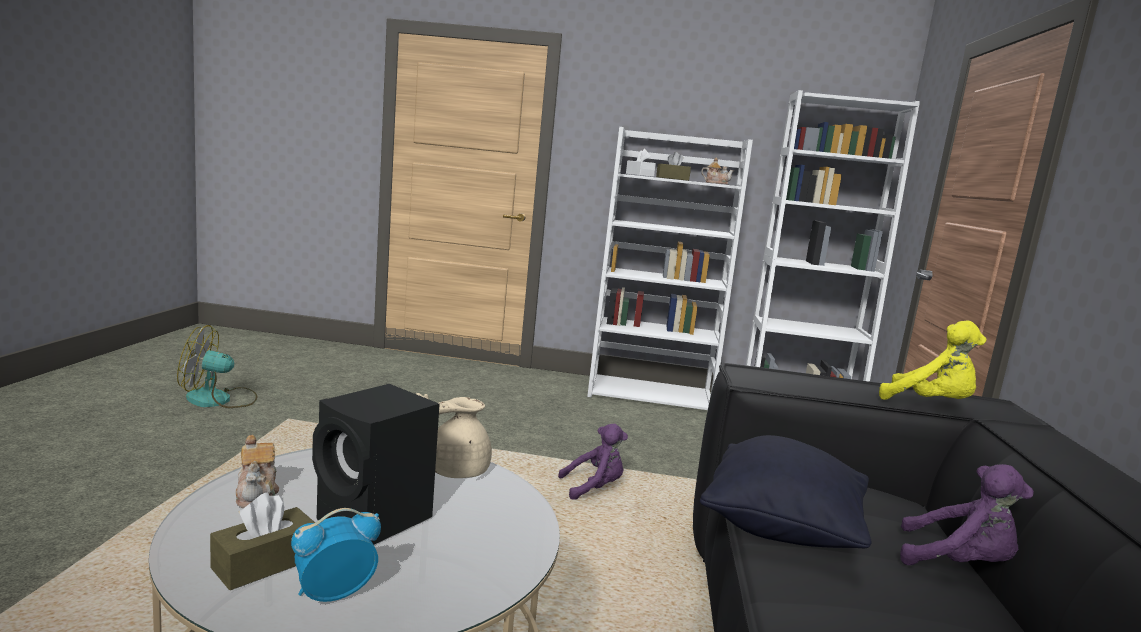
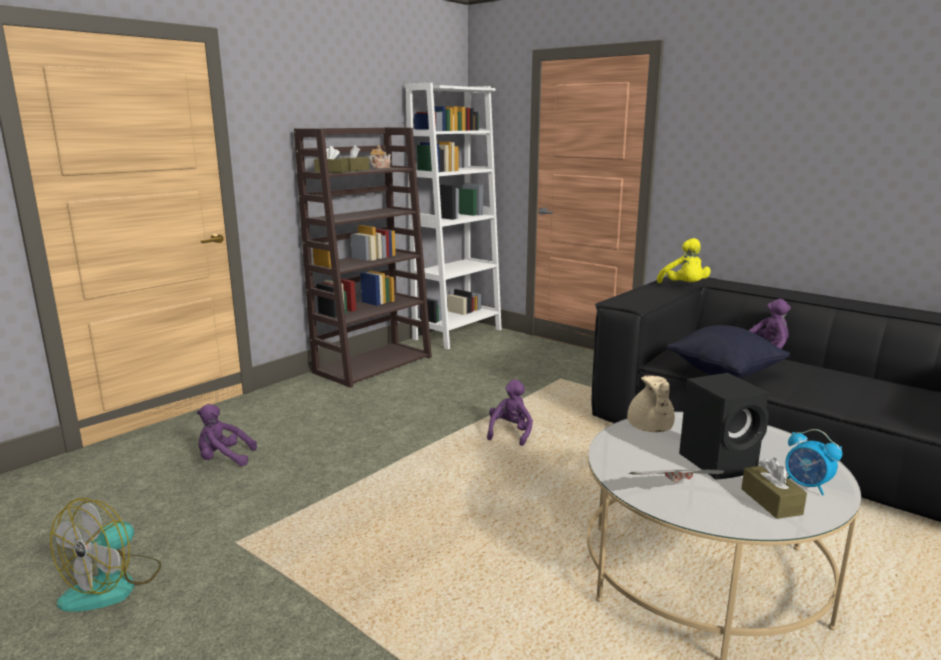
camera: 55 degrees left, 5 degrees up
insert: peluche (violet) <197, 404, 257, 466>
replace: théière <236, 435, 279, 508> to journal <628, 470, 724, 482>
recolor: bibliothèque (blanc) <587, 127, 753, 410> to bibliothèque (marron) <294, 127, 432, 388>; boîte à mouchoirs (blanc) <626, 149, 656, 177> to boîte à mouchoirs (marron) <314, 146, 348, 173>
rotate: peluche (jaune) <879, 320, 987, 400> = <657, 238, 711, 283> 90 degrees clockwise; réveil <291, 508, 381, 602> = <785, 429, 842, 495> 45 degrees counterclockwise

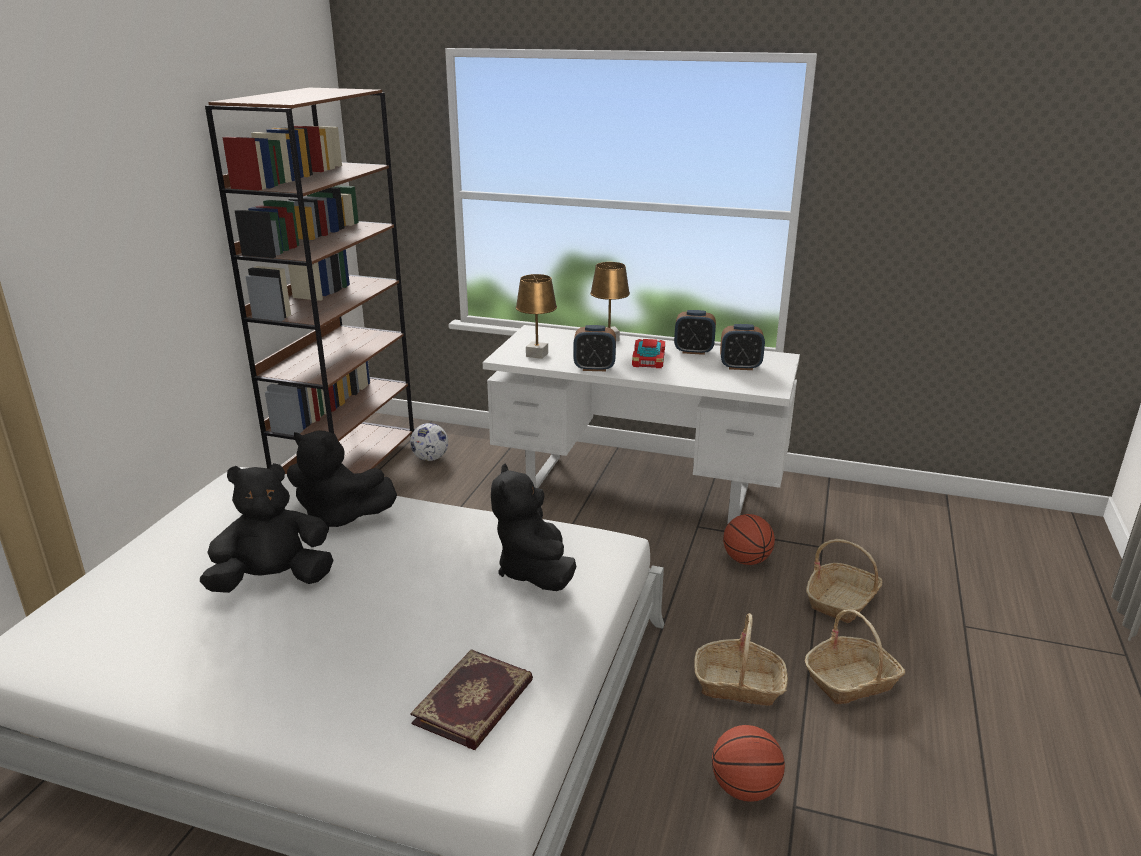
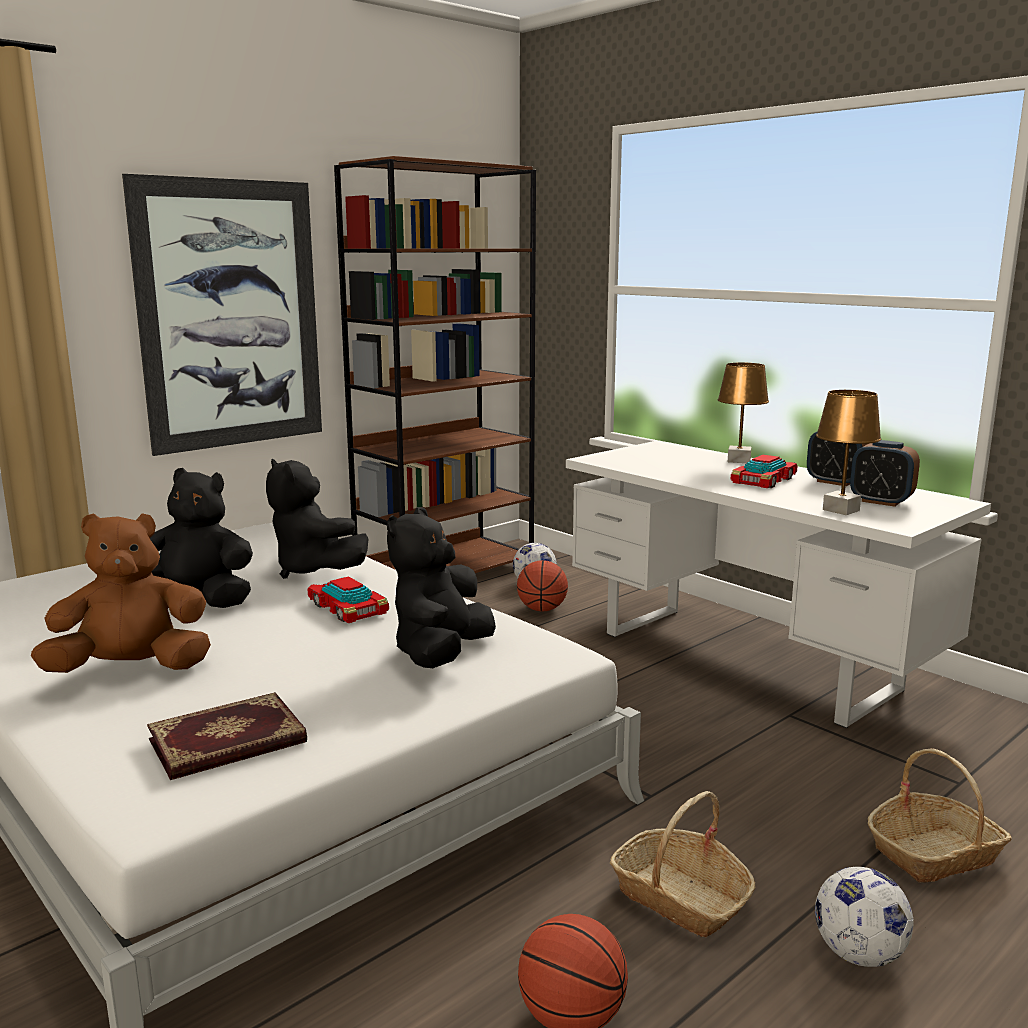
camera: 30 degrees right, 10 degrees down
delete: réveil <573, 325, 616, 371>
insert: peluche (marron) <31, 513, 211, 673>; tableau <122, 174, 322, 456>; petite voiture <308, 577, 389, 623>
move: ballon de basket <723, 514, 775, 565> to <517, 560, 568, 612>; lampe de table (marron) <516, 274, 557, 359> to <816, 390, 881, 515>
replace: panier <805, 609, 906, 704> to ballon de foot <815, 867, 914, 967>

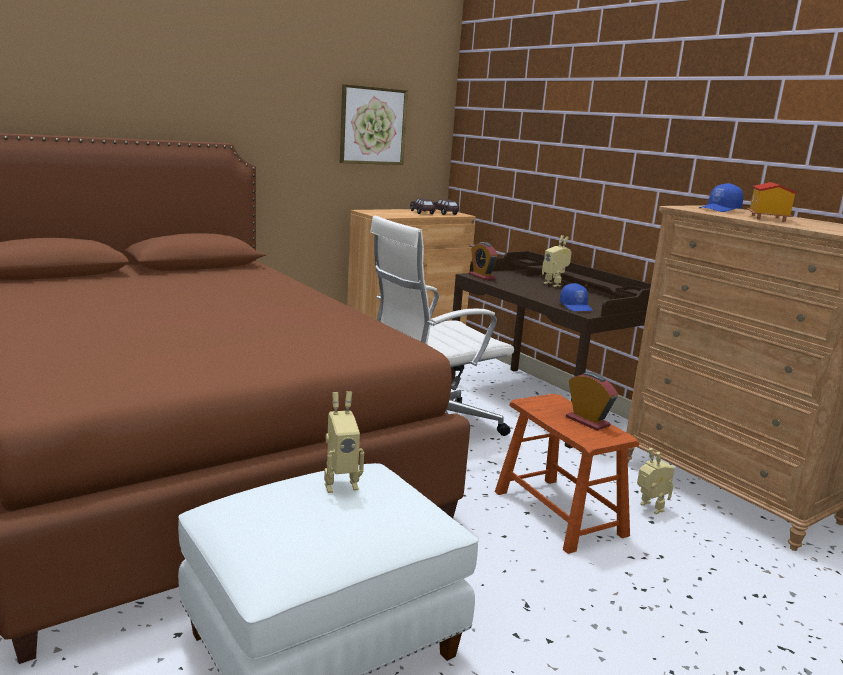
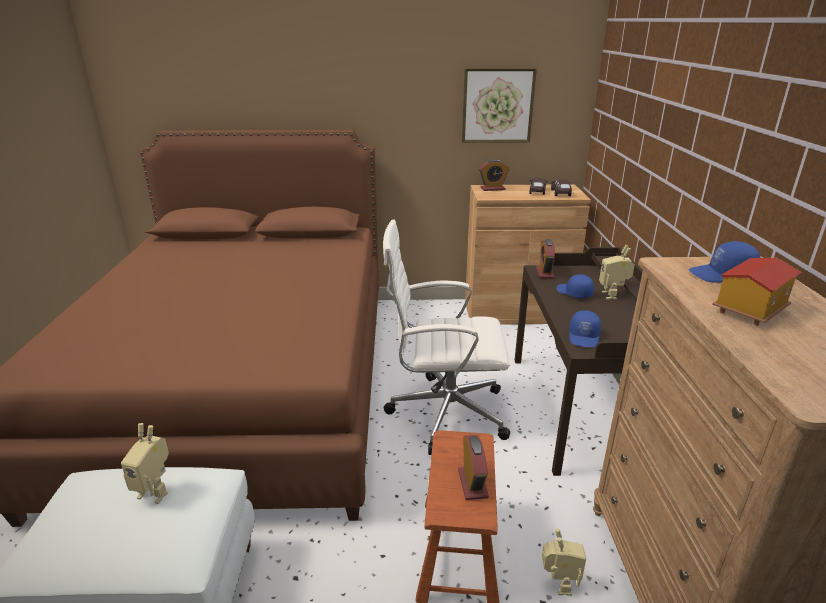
camera: 35 degrees right, 10 degrees up
insert: réveil <479, 159, 509, 191>; casquette (bleu) <557, 274, 594, 298>

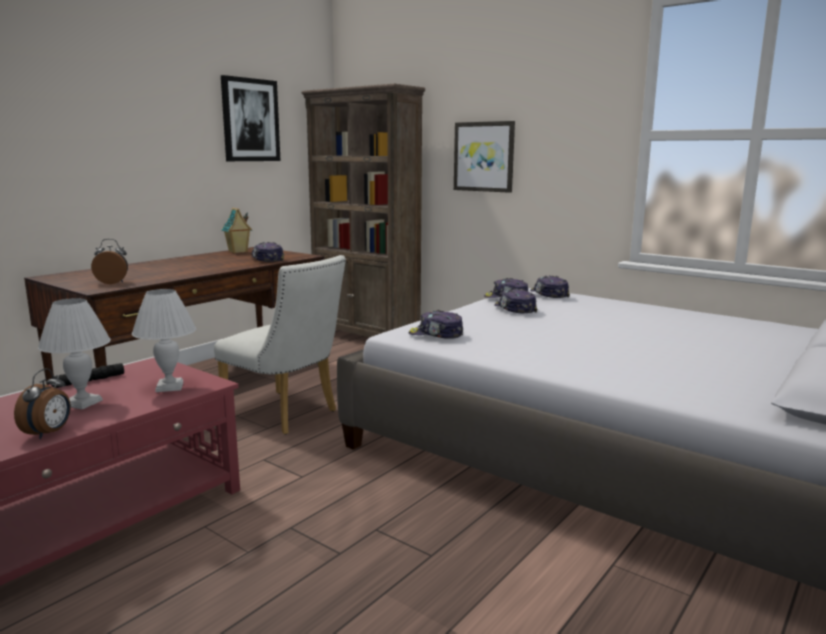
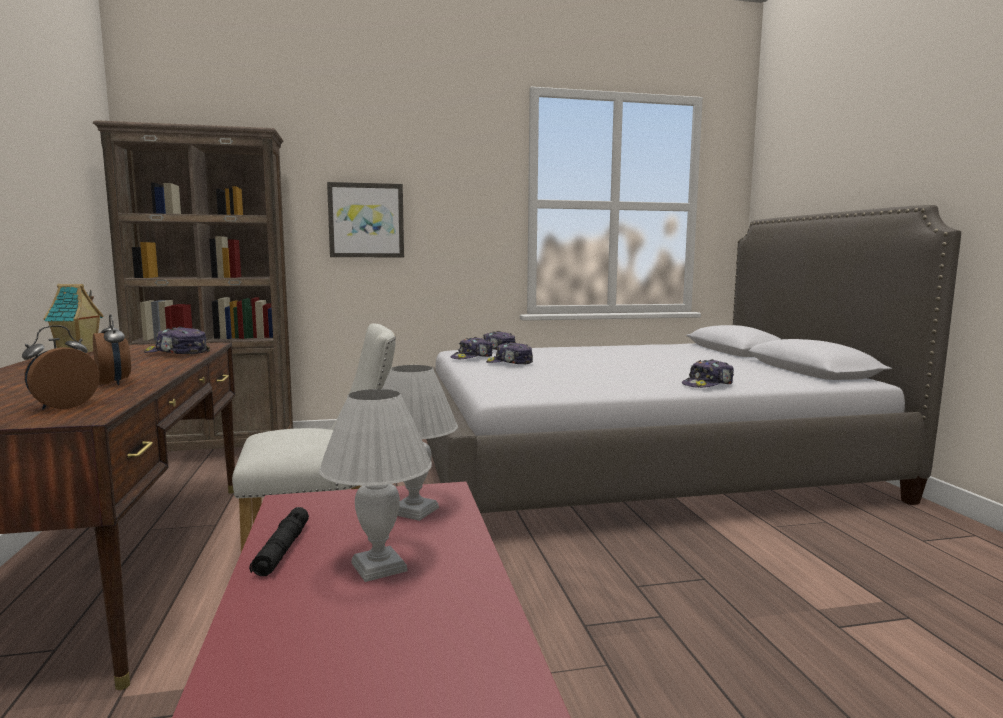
camera: 50 degrees left, 5 degrees down
delete: tableau <221, 75, 280, 161>
move: réveil <14, 368, 71, 439> to <93, 314, 131, 385>; casquette <409, 310, 463, 338> to <682, 359, 734, 388>

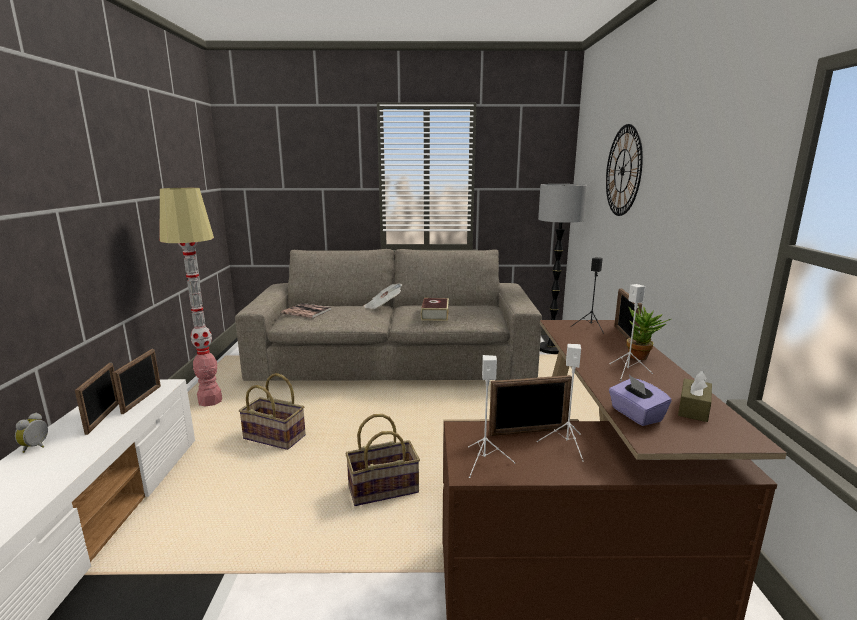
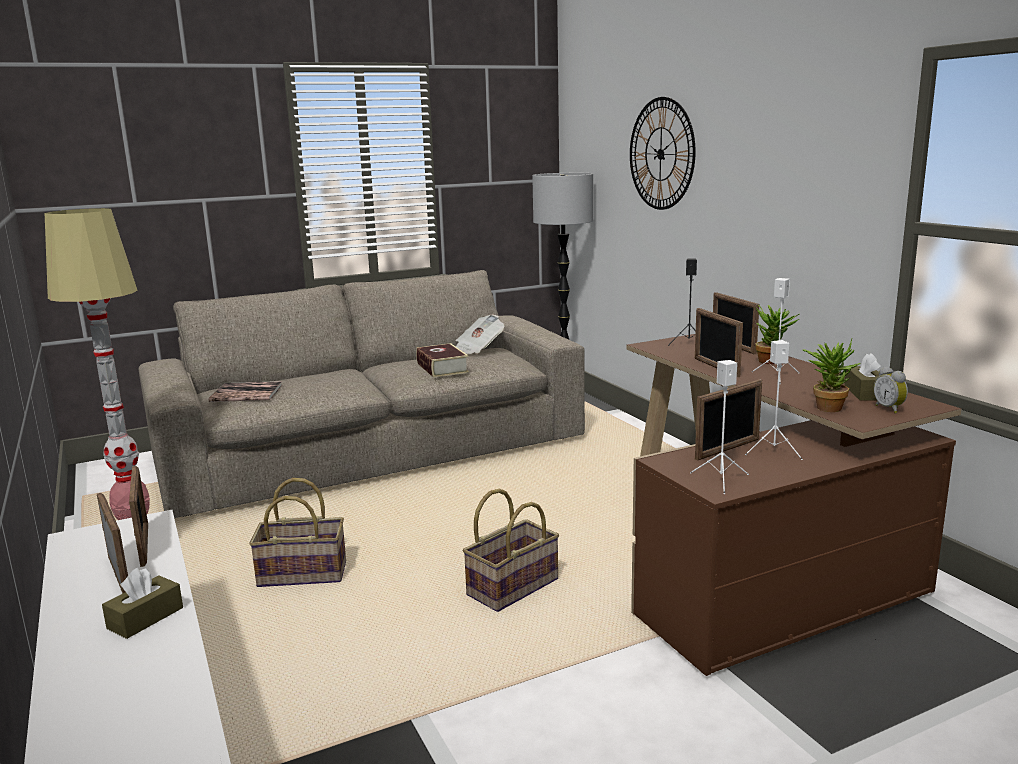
camera: 25 degrees left, 0 degrees up
insert: boîte à mouchoirs (marron) <102, 568, 183, 639>; cadre photo <695, 308, 743, 377>
move: journal <363, 283, 402, 310> to <455, 315, 504, 354>; réveil <15, 412, 48, 453> to <874, 366, 908, 414>
replace: boîte à mouchoirs (violet) <609, 375, 672, 426> to plante en pot <802, 339, 860, 412>

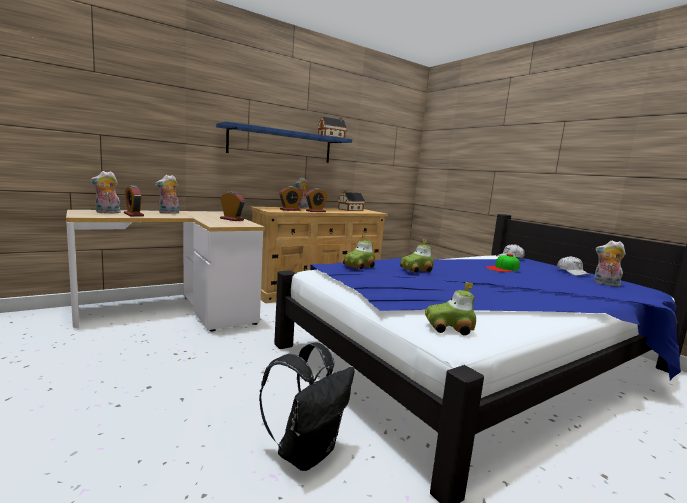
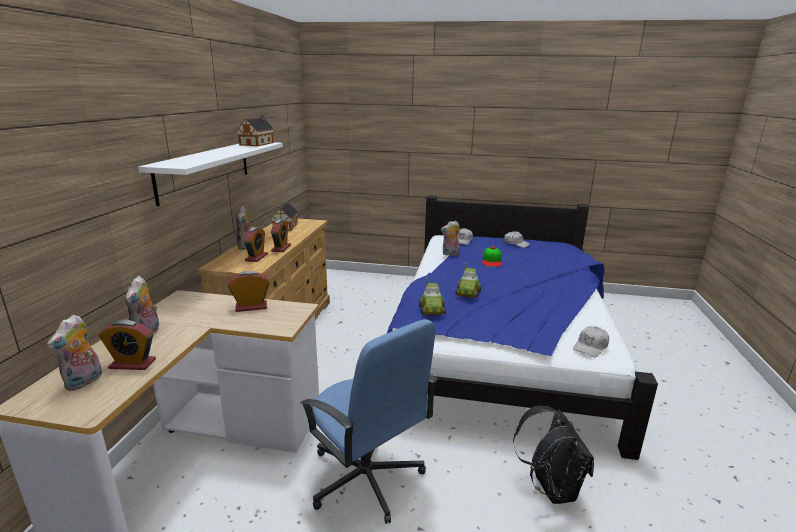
camera: 45 degrees left, 10 degrees up
insert: chaise de bureau (bleu) <300, 319, 438, 524>
move: peluche <594, 240, 626, 287> to <441, 221, 460, 256>
replace: petite voiture <425, 282, 476, 336> to casquette (blanc) <573, 326, 609, 357>
recolor: étagère (bleu) <216, 121, 352, 163> to étagère (blanc) <138, 142, 283, 206>

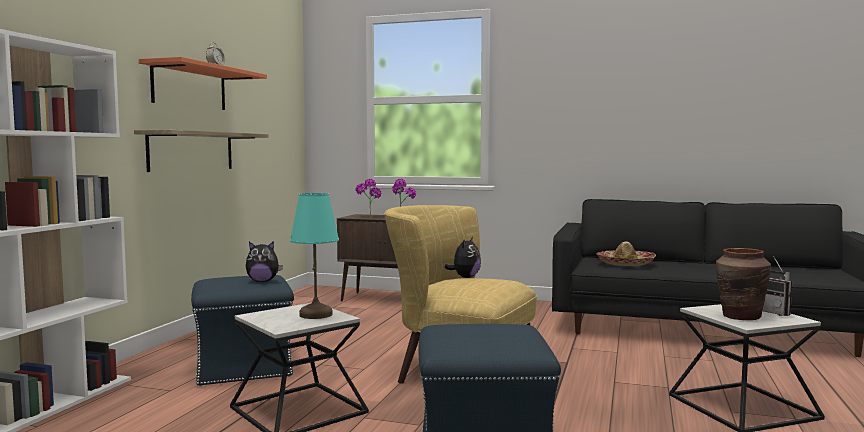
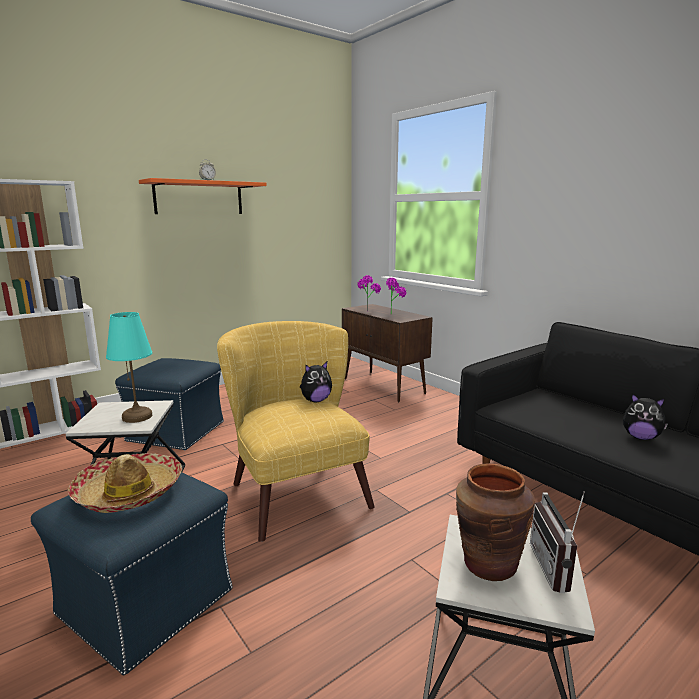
camera: 35 degrees right, 10 degrees up
delete: étagère <134, 130, 268, 172>
move: chapeau <596, 241, 656, 266> to <68, 453, 182, 513>; peluche <246, 241, 283, 282> to <623, 394, 668, 440>

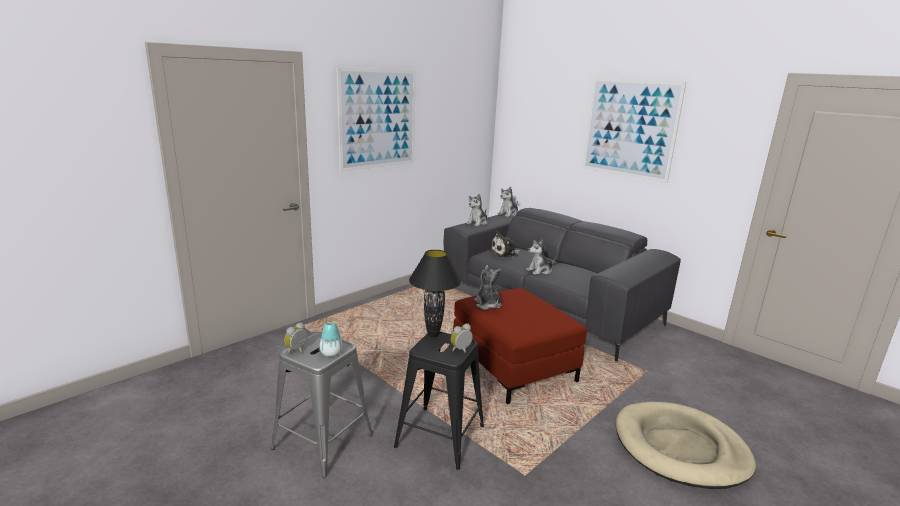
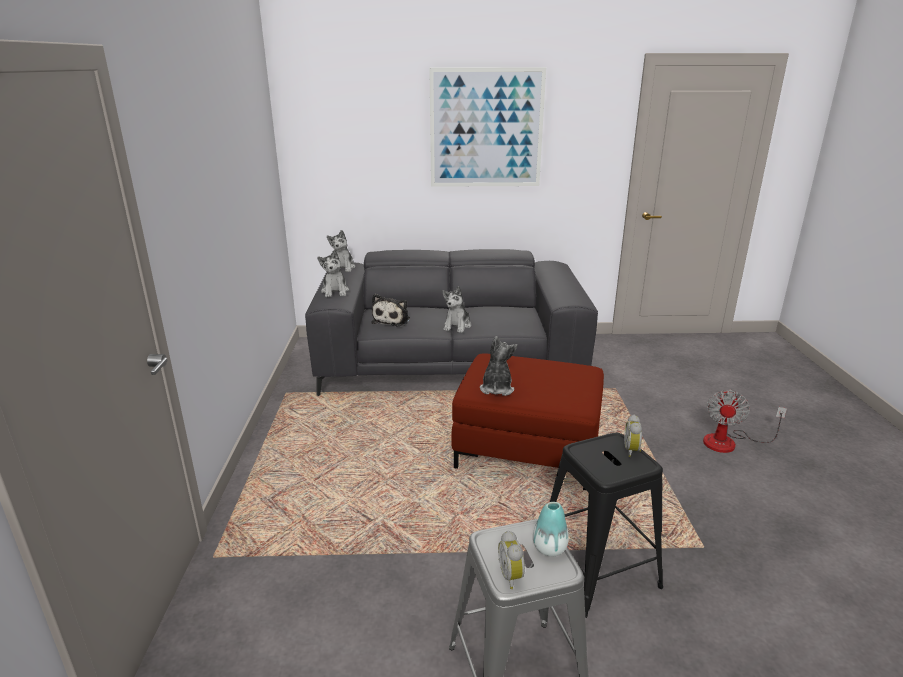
camera: 45 degrees left, 5 degrees up
delete: tableau <337, 67, 416, 172>; lampe de table (noir) <409, 250, 461, 337>
replace: panier pour chien (beige) <616, 402, 756, 489> to ventilateur <703, 389, 787, 453>
rotate: peluche <474, 265, 502, 310> = <480, 336, 517, 396> 75 degrees clockwise

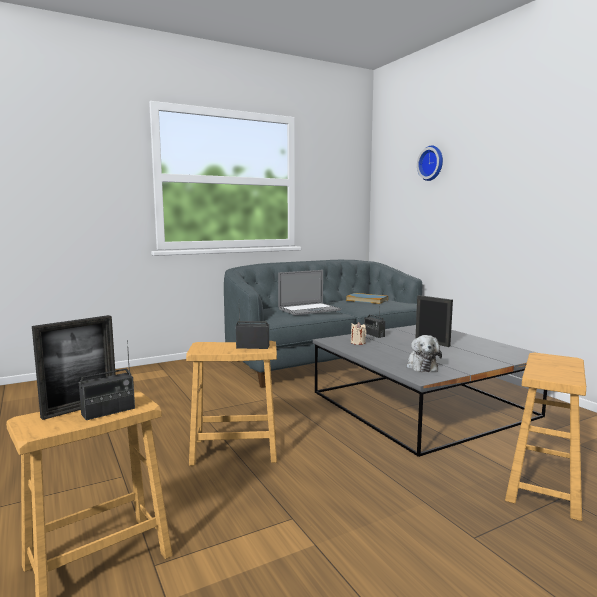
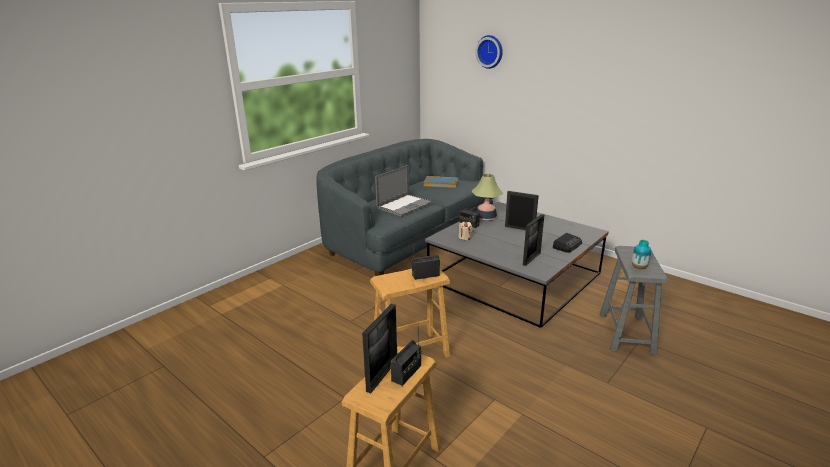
camera: 20 degrees left, 15 degrees up
insert: lampe de table <472, 173, 504, 221>; radio <553, 233, 582, 253>; vase <632, 240, 651, 269>
replace: peluche <406, 335, 442, 372> to cadre photo <523, 214, 544, 266>
recolor: tabouret (marron) <505, 353, 586, 521> to tabouret (gris) <600, 246, 668, 355>

